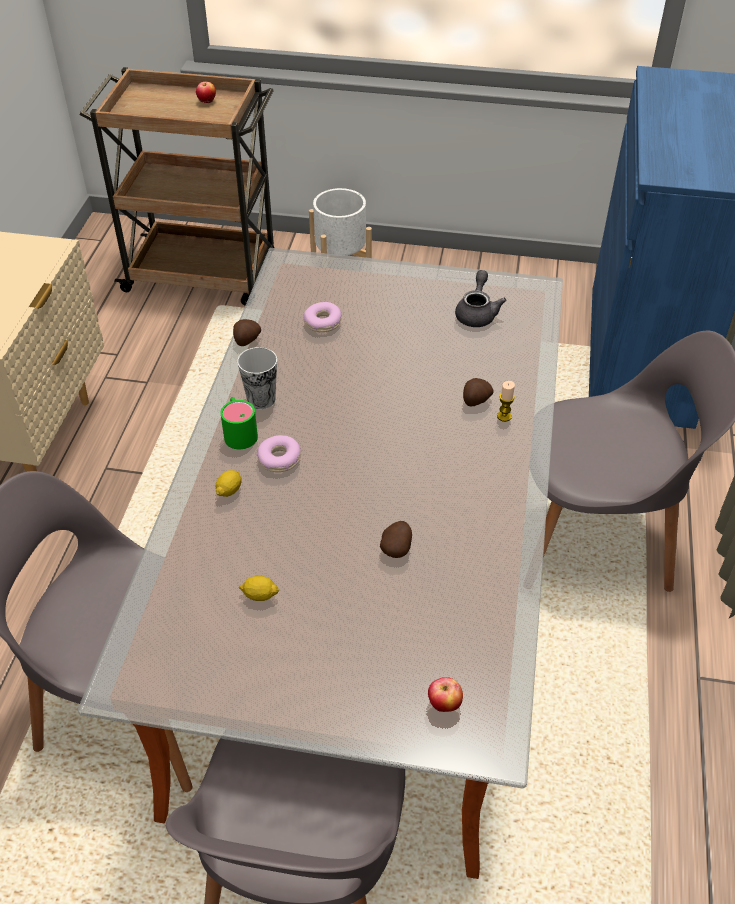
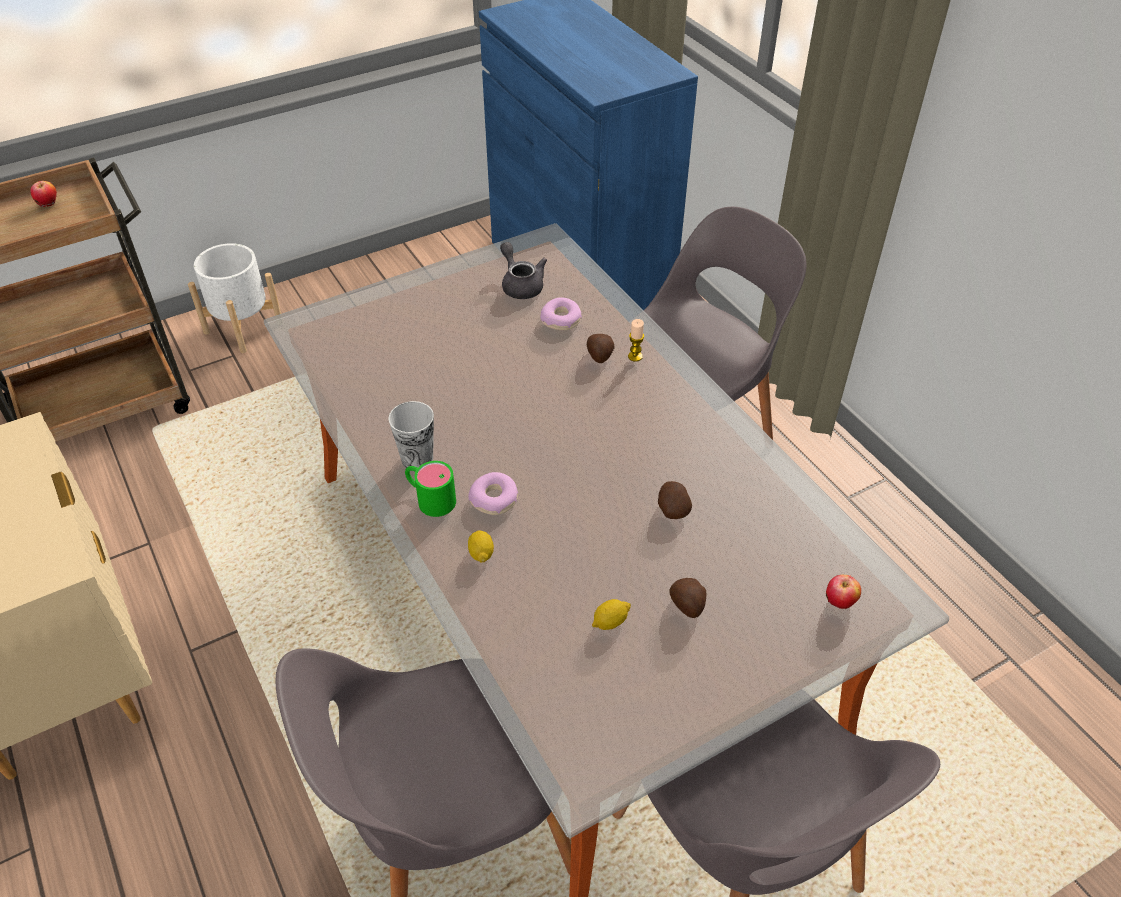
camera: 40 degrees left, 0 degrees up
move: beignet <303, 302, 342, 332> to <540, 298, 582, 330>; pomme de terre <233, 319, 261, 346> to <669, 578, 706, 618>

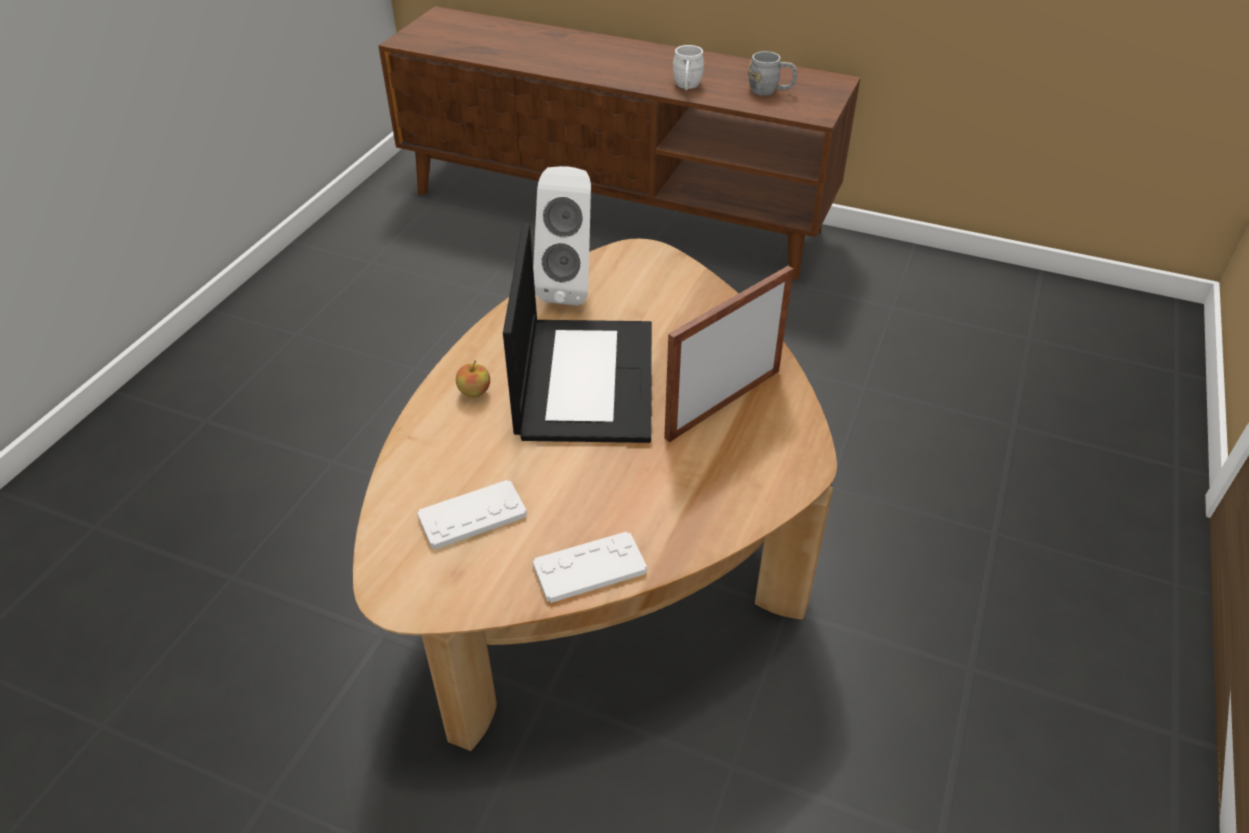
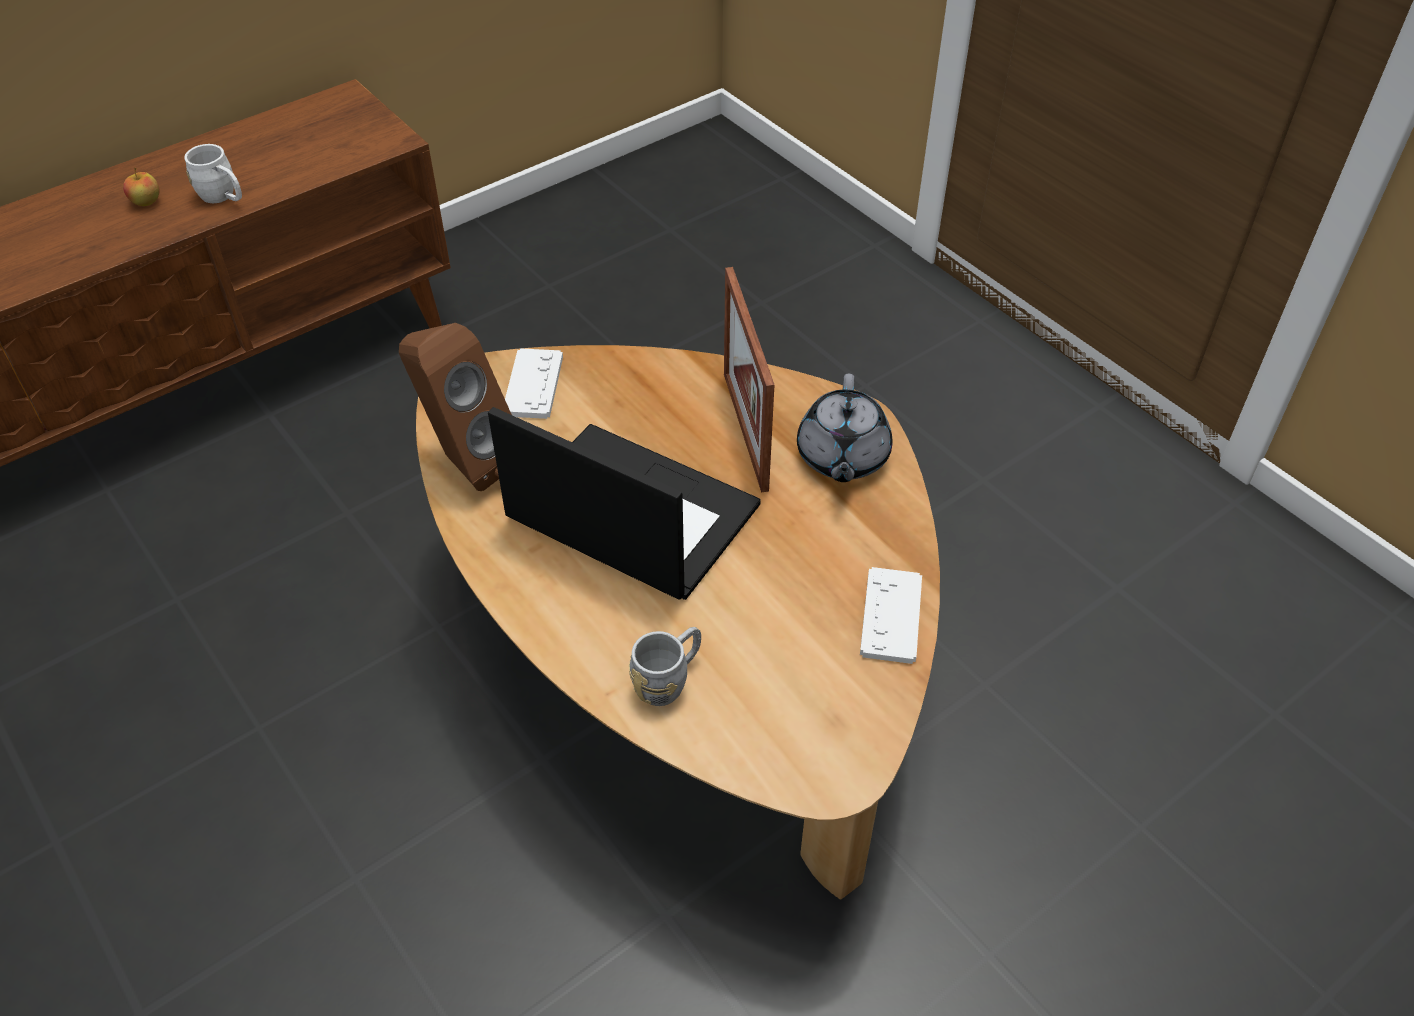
camera: 60 degrees left, 5 degrees up
insert: théière (gris) <797, 374, 892, 482>
move: pomme <456, 360, 490, 397> to <123, 167, 160, 206>; manette (blanc) <417, 480, 527, 549> to <505, 348, 563, 419>; mug (gris) <748, 51, 797, 96> to <629, 627, 701, 706>
recolor: enceinte (blanc) <533, 166, 591, 306> to enceinte (marron) <399, 323, 512, 491>

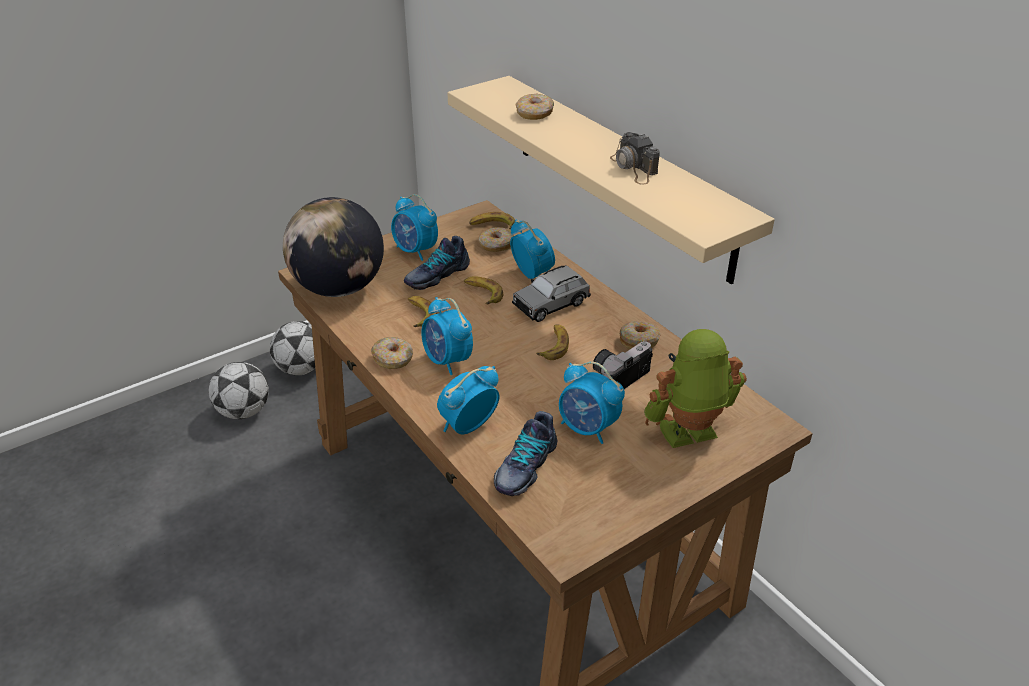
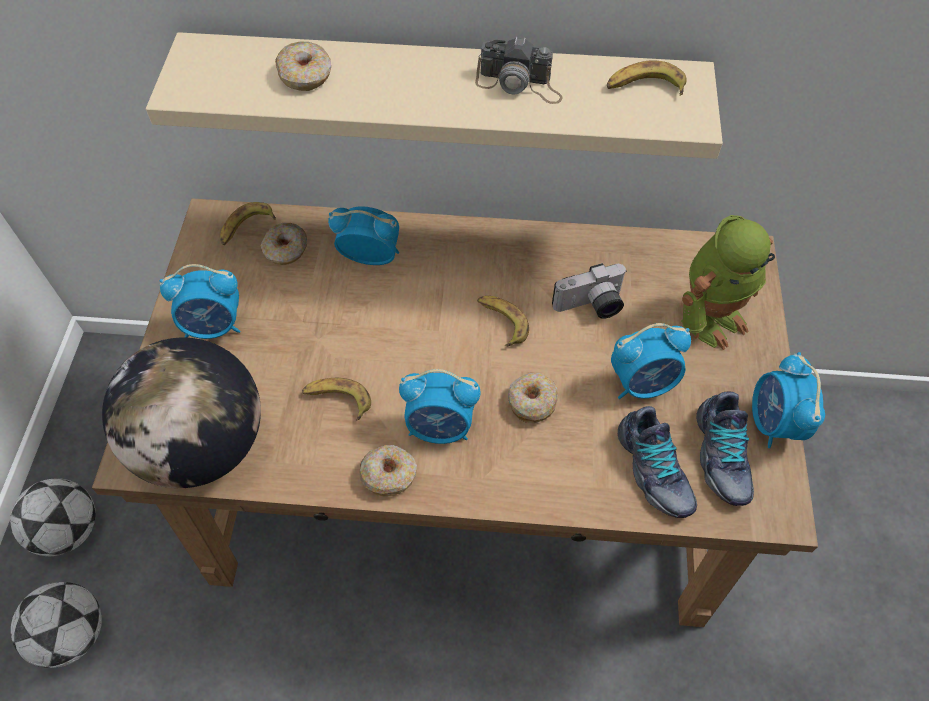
camera: 50 degrees left, 20 degrees up
delete: petite voiture (gris) <512, 265, 591, 322>
move: beignet <620, 321, 661, 349> to <508, 373, 558, 423>; banane <464, 276, 503, 304> to <607, 60, 687, 96>; chaussure <404, 236, 470, 290> to <696, 392, 754, 506>; réveil <437, 366, 500, 434> to <752, 352, 825, 448>
rotate: appareil photo <593, 341, 653, 389> = <552, 263, 627, 319> 105 degrees counterclockwise; robot jouet <644, 329, 747, 448> = <681, 215, 775, 350> 150 degrees counterclockwise

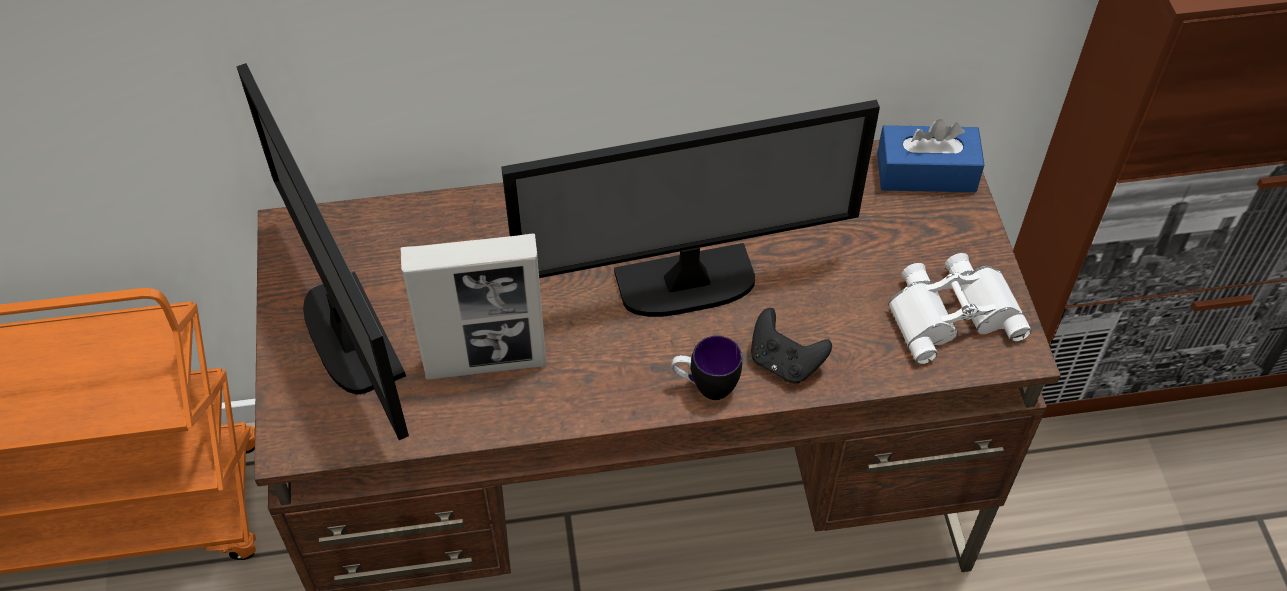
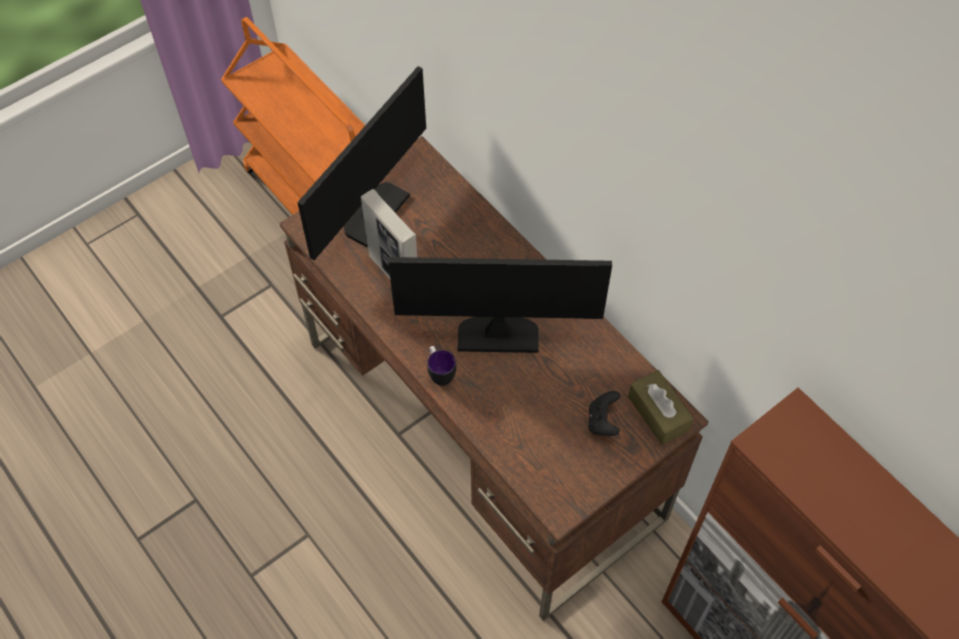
camera: 60 degrees right, 5 degrees up
delete: jumelles (blanc) <888, 253, 1032, 364>
move: manette (noir) <751, 308, 832, 384> to <588, 391, 621, 436>
recolor: boîte à mouchoirs (bleu) <877, 119, 984, 192> to boîte à mouchoirs (marron) <628, 370, 694, 445>
rotate: écran d'ordinateur <501, 99, 880, 317> = <388, 257, 612, 353> 135 degrees clockwise

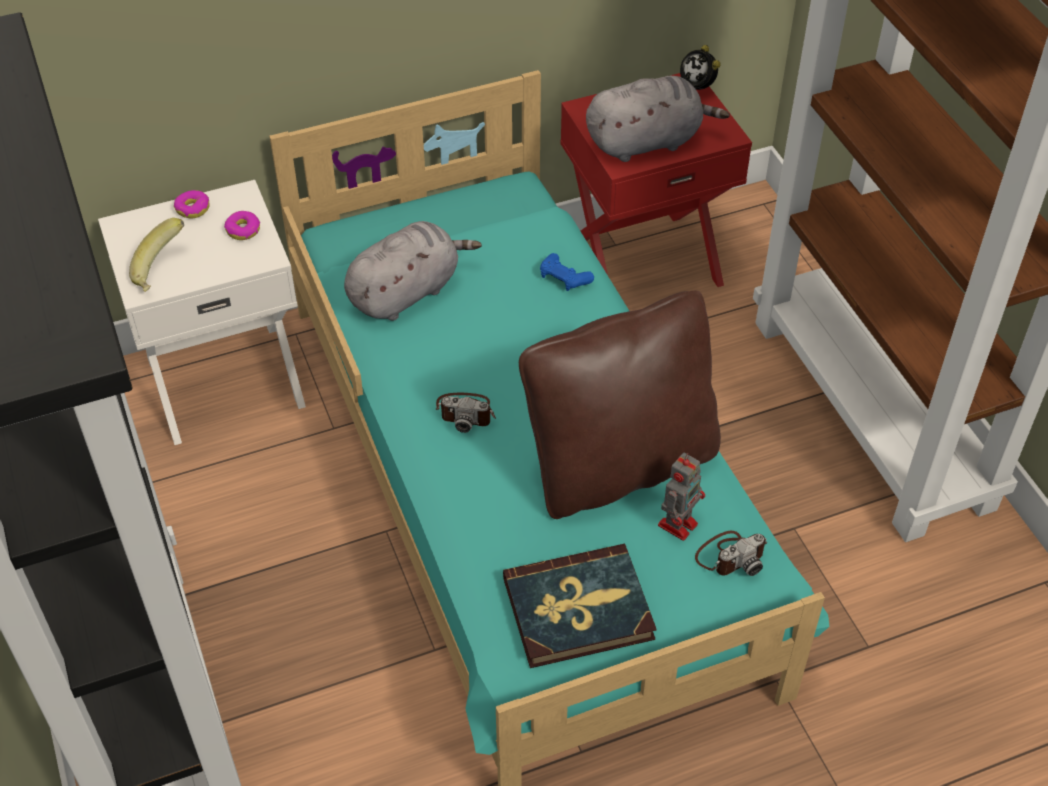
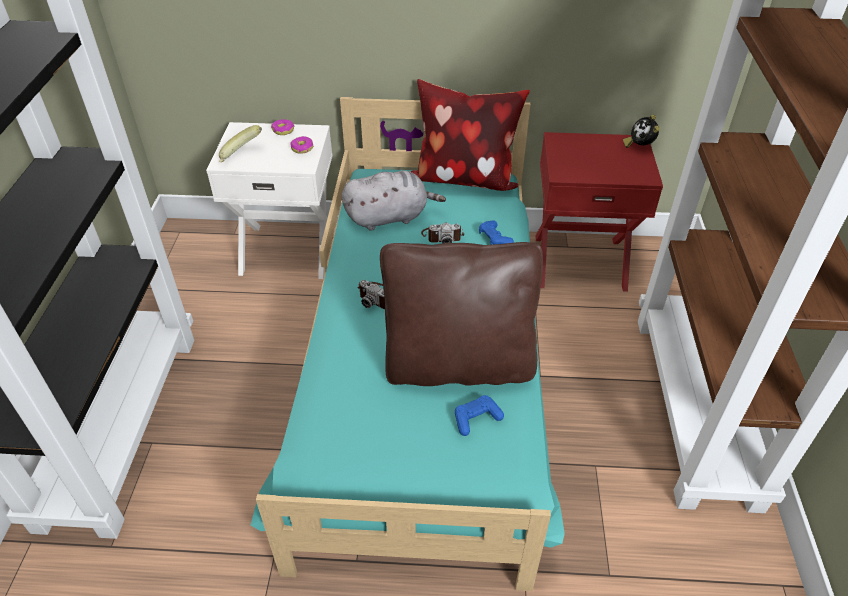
camera: 25 degrees right, 5 degrees down
delete: livre <503, 544, 657, 668>; peluche (gris) <586, 76, 730, 162>
insert: coussin <410, 79, 530, 191>
move: appareil photo <695, 531, 767, 576> to <421, 223, 464, 243>
replace: robot jouet <658, 453, 705, 541> to manette (bleu) <455, 395, 504, 436>

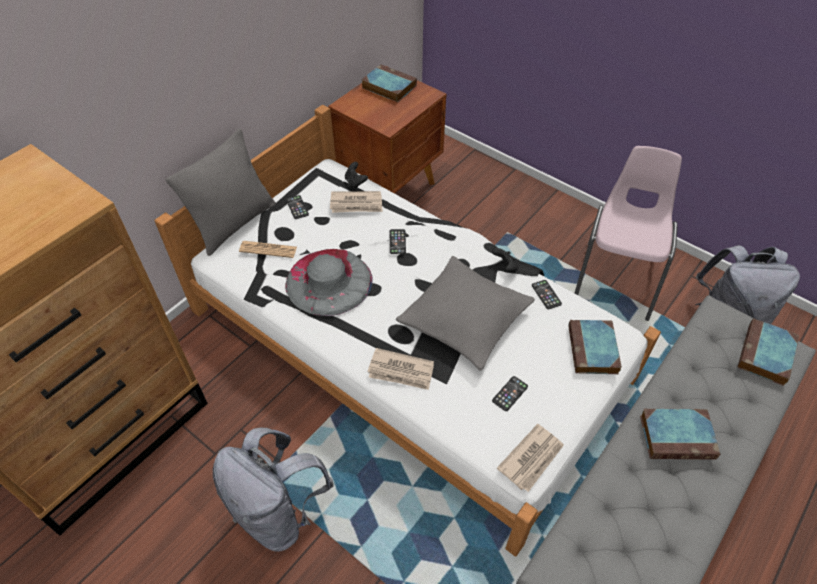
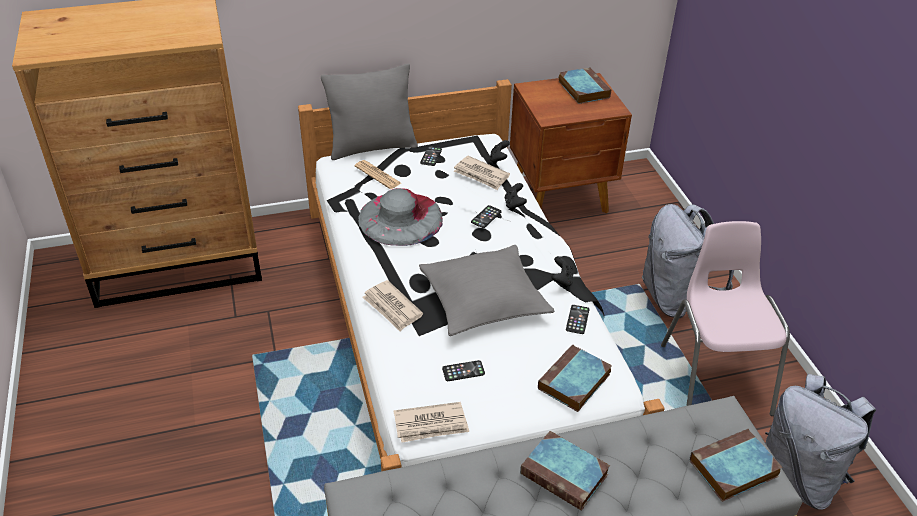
camera: 35 degrees right, 10 degrees down
insert: manette (noir) <505, 183, 527, 211>
move: sac à dos (gris) <213, 428, 334, 552> to <642, 204, 734, 318>
rotate: chaise (rose) <575, 146, 682, 321> = <661, 221, 790, 416> 60 degrees counterclockwise

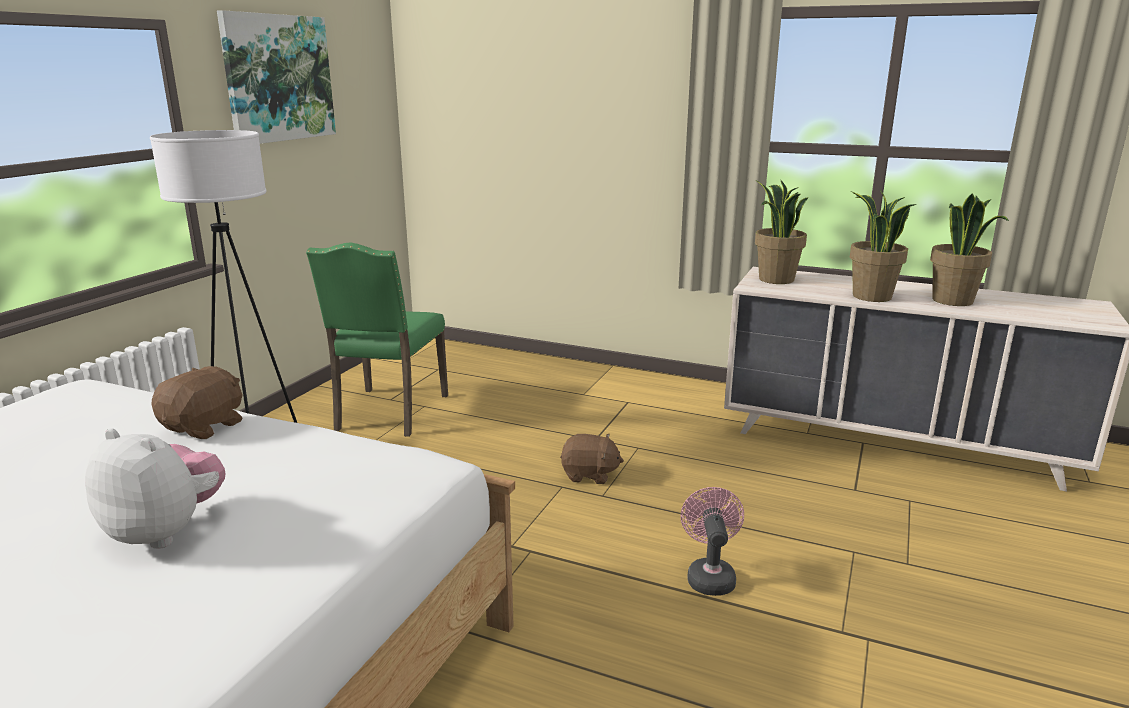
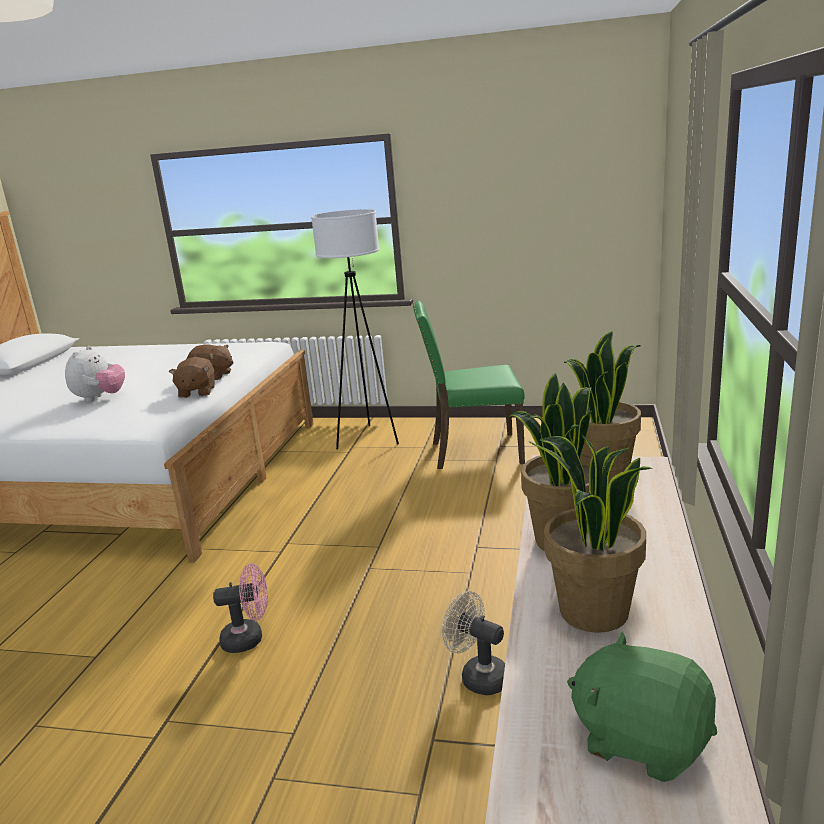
camera: 80 degrees right, 0 degrees up
delete: tableau <217, 10, 336, 144>
insert: ventilateur (beige) <442, 591, 505, 695>; peluche (vert) <567, 632, 717, 782>
move: peluche (marron) <560, 434, 624, 484> to <169, 357, 215, 398>

